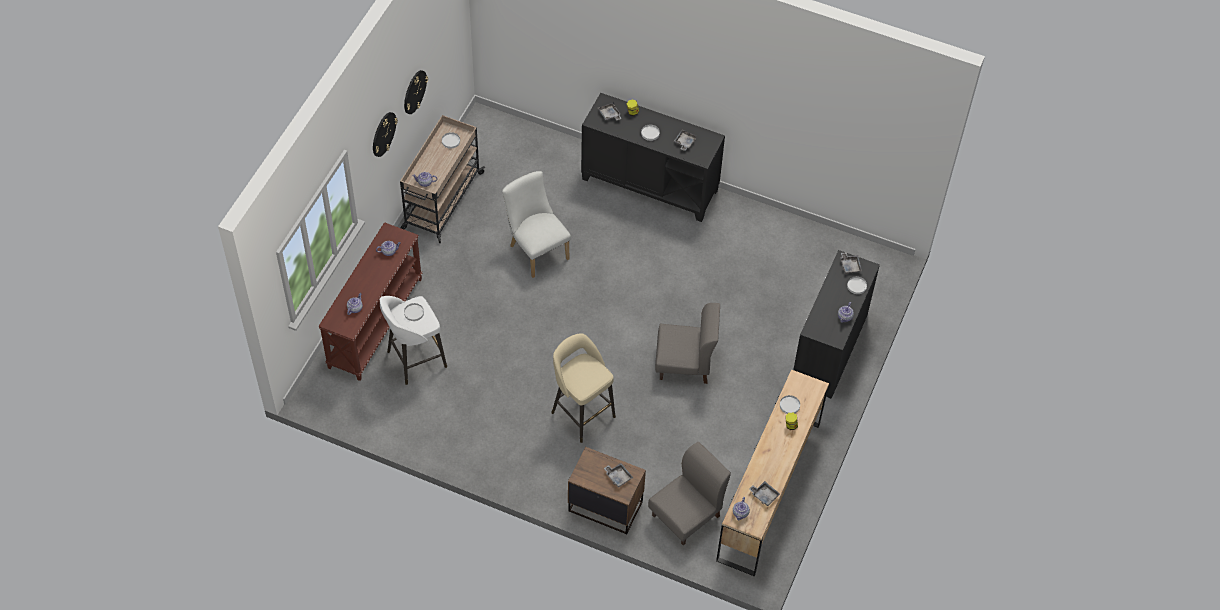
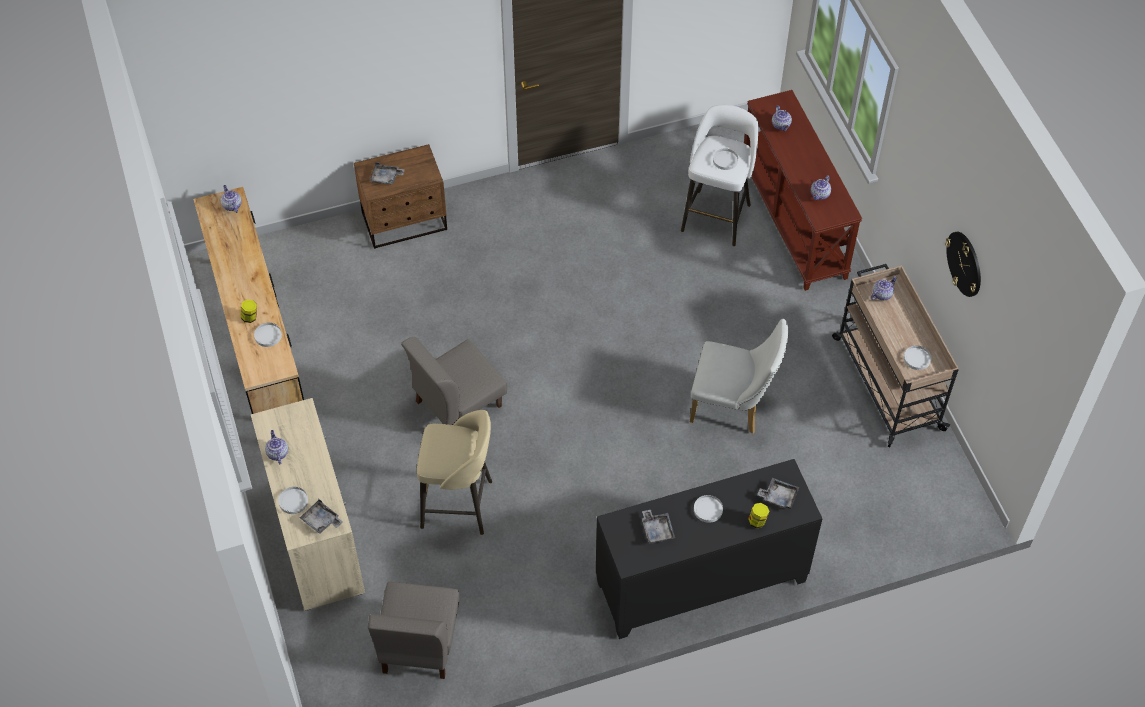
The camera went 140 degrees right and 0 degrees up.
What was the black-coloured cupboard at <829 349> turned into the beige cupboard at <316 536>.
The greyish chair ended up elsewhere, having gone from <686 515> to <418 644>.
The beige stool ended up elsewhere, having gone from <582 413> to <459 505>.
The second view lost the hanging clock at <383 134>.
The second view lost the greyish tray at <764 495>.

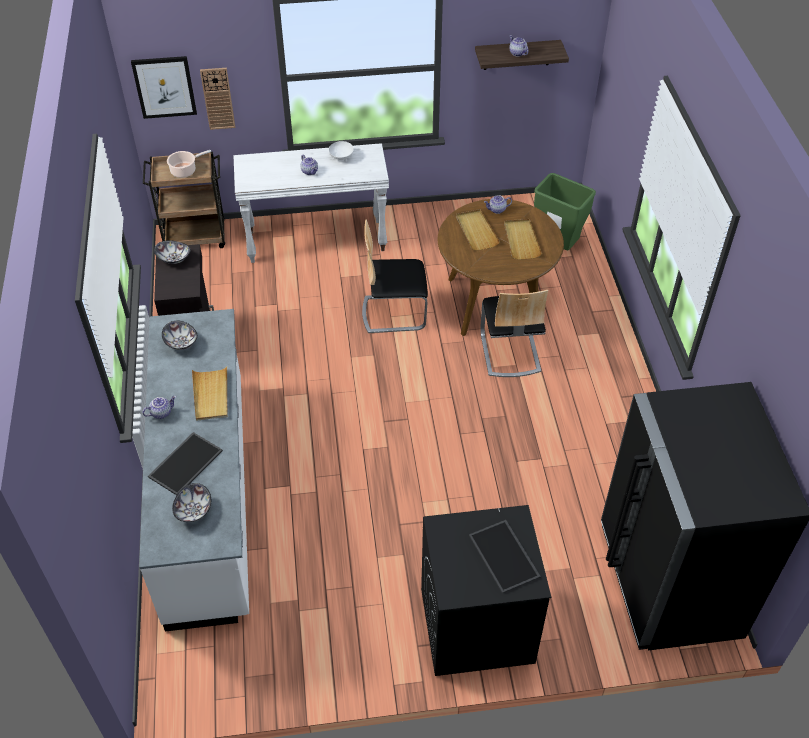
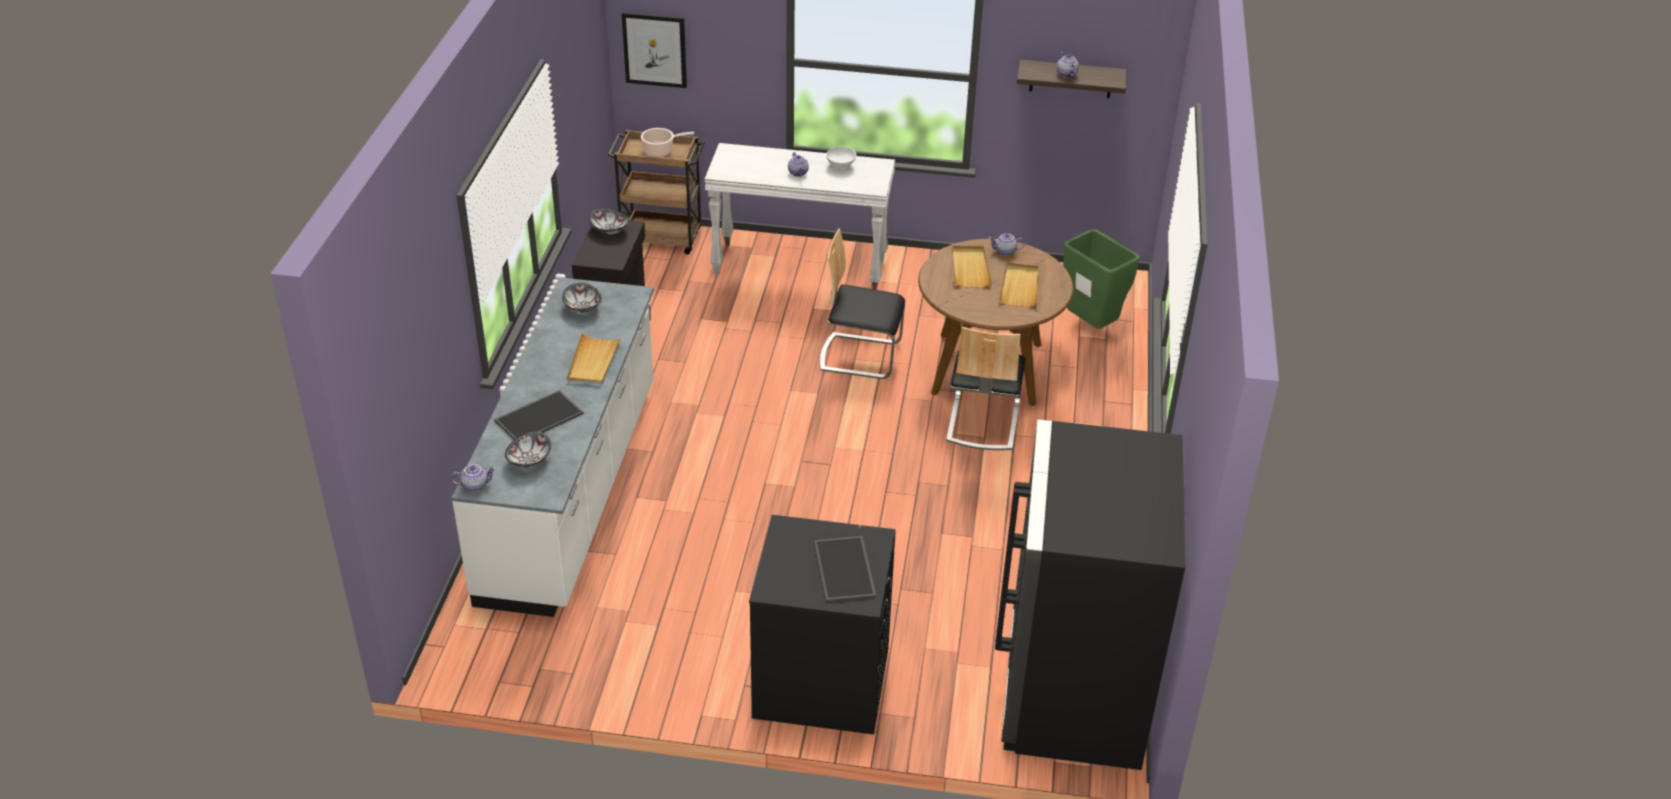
The camera went 15 degrees right and 10 degrees down.
The teapot ended up elsewhere, having gone from <161 412> to <475 485>.
The second view lost the hanging clock at <218 98>.

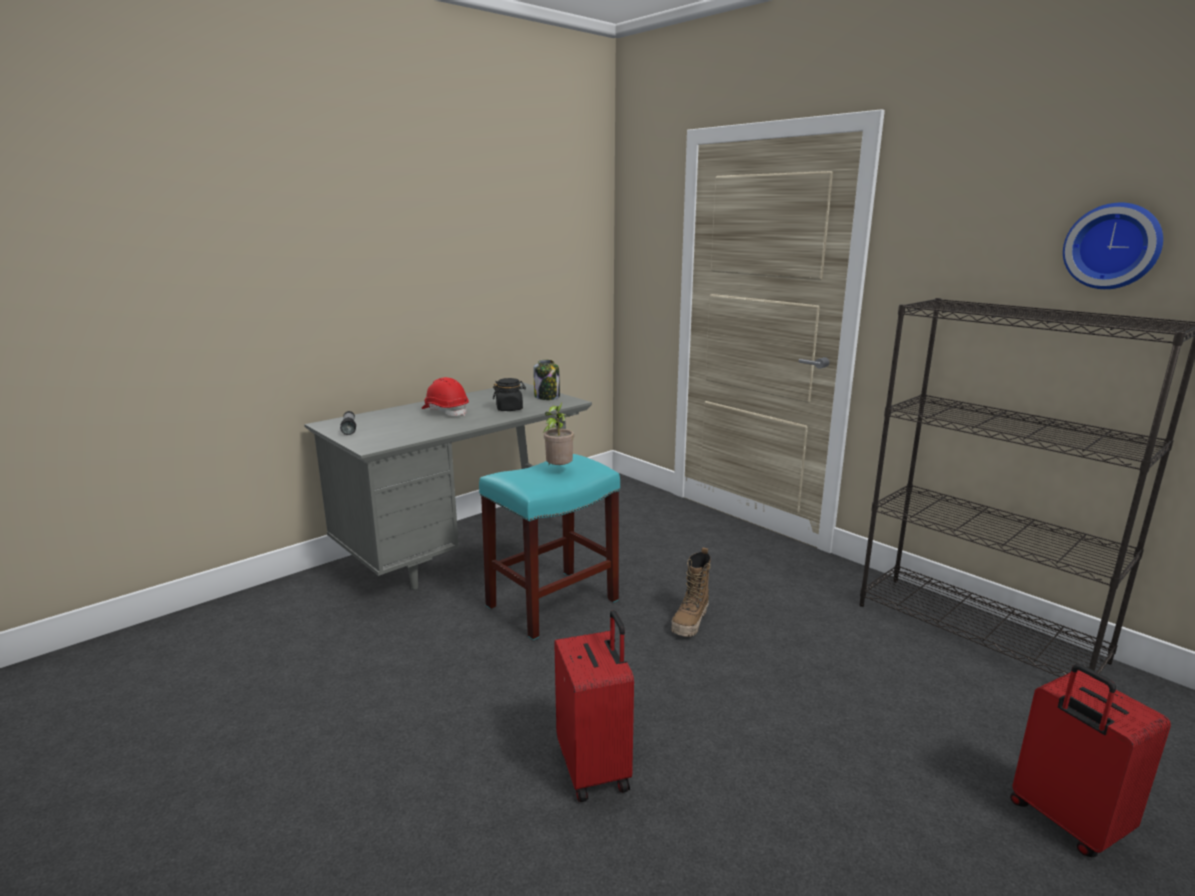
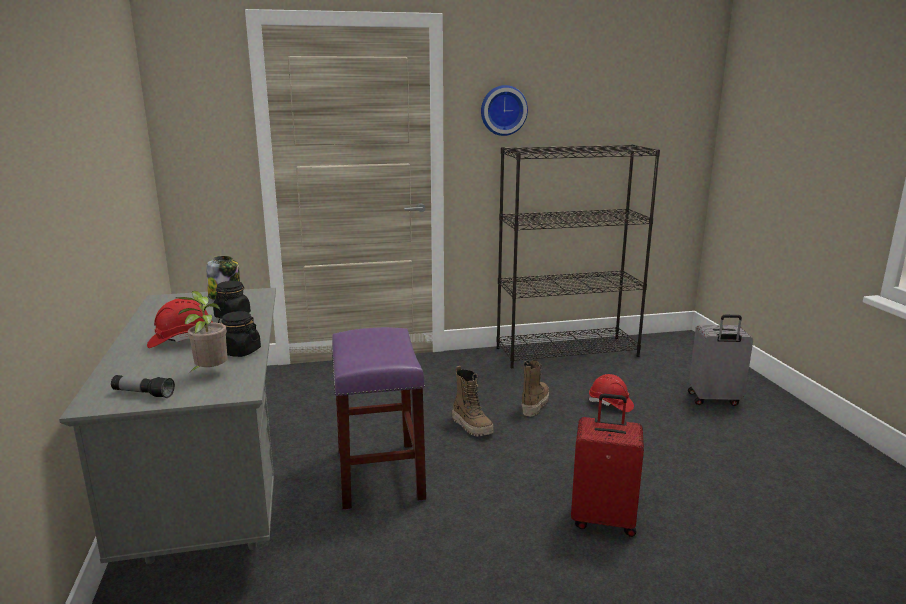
The camera went 60 degrees left and 0 degrees up.
The houseplant ended up elsewhere, having gone from <558 470> to <210 373>.
The second view gained the black-coloured jar at <240 351>.
What was the turquoise stool at <552 604> turned into the purple-coloured stool at <380 475>.
The hanging clock ended up elsewhere, having gone from <1113 246> to <503 110>.
The second view gained the tall boot at <534 404>.
The second view gained the reddish work helmet at <610 404>.
What was the reddish travel case at <1065 822> turned into the greyish travel case at <714 399>.

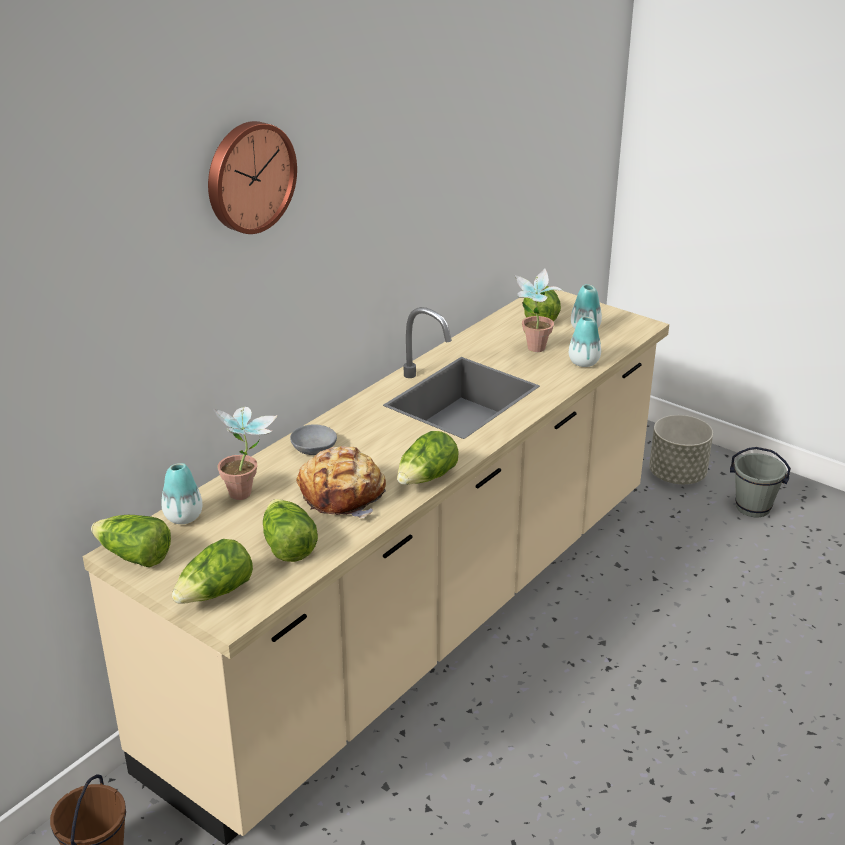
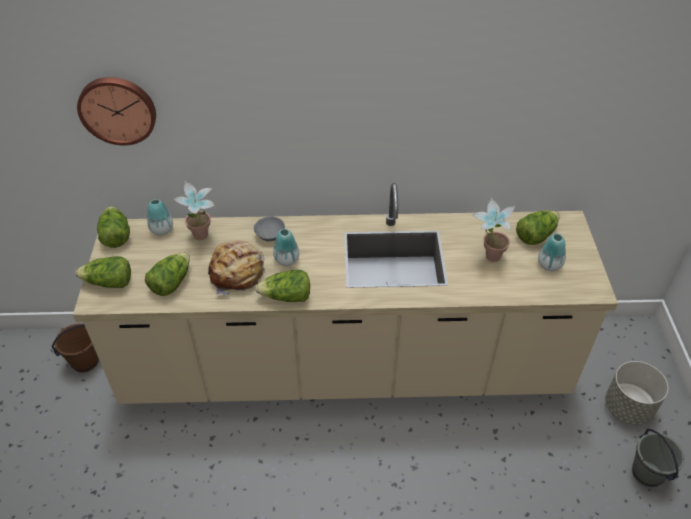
The camera went 50 degrees right and 15 degrees up.
The hanging clock ended up elsewhere, having gone from <248 176> to <118 109>.
The vase ended up elsewhere, having gone from <583 362> to <286 260>.

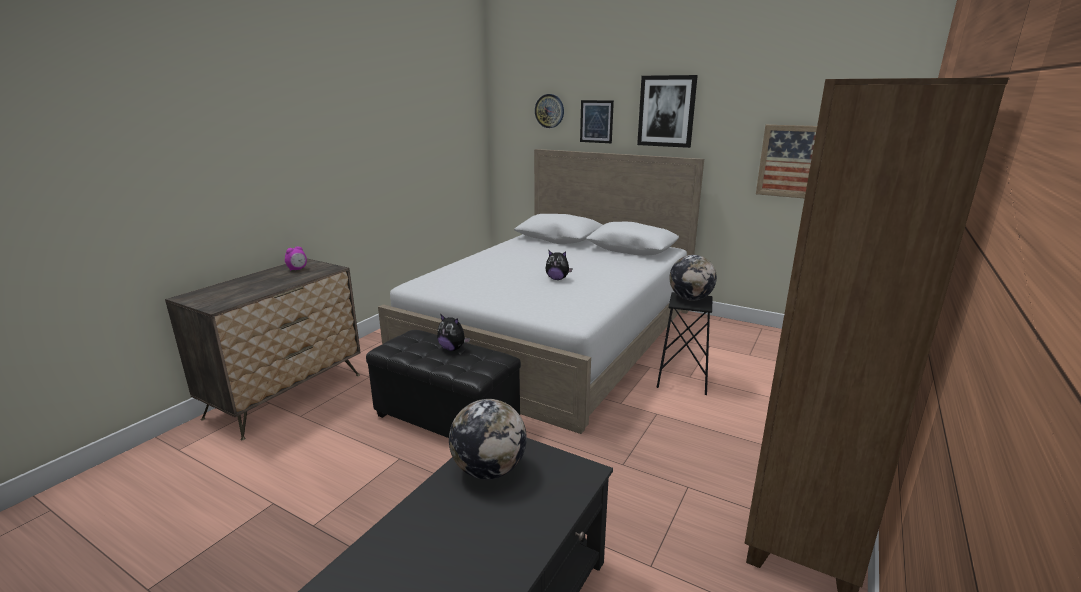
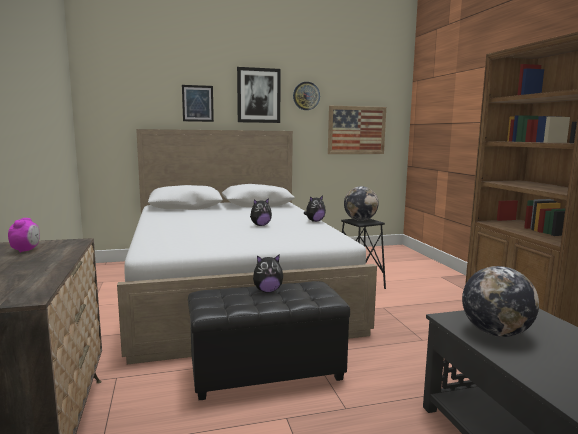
The camera went 45 degrees left and 10 degrees down.
The hanging clock ended up elsewhere, having gone from <549 111> to <306 96>.
The second view gained the soft toy at <314 221>.

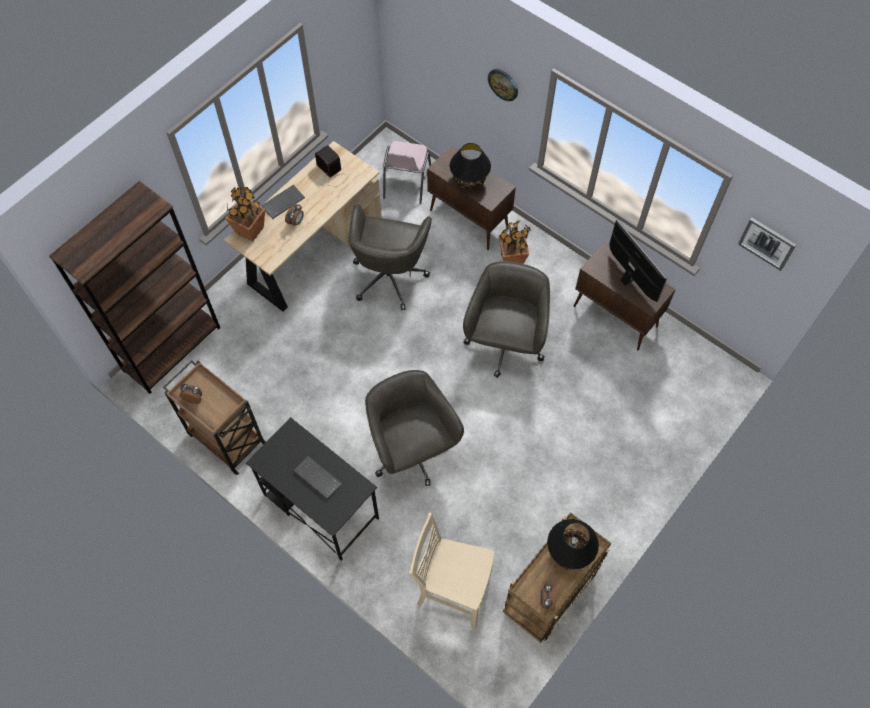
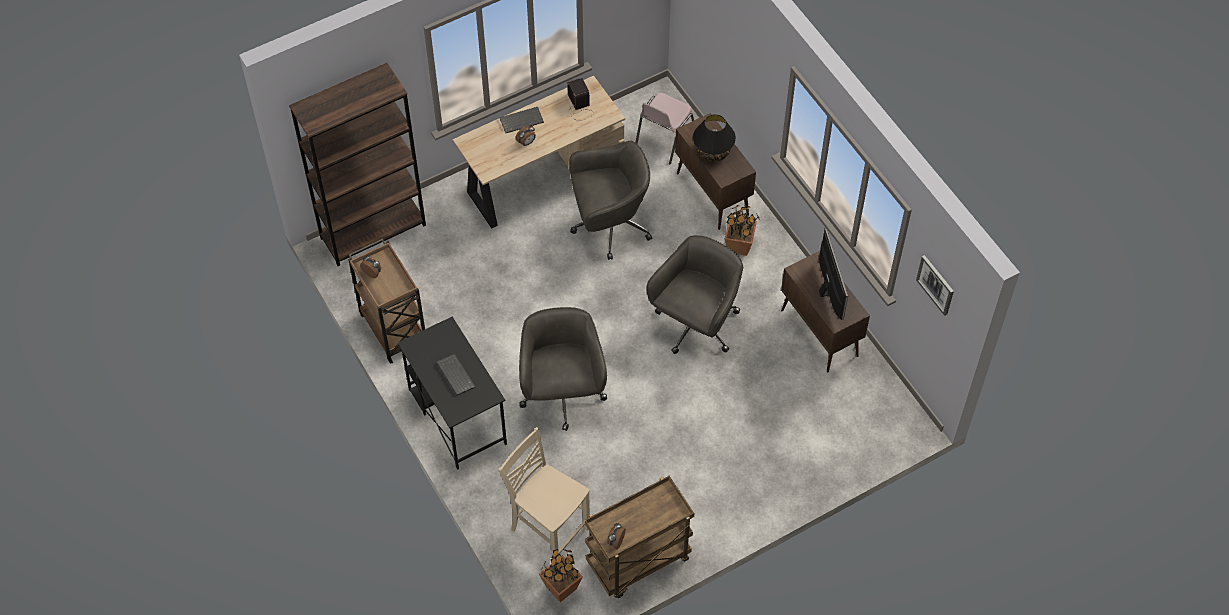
The camera went 20 degrees right and 5 degrees down.
The houseplant ended up elsewhere, having gone from <250 230> to <561 588>.
The greyish office chair at <389 275> ended up facing another way, 135 degrees counterclockwise from before.
The second view lost the hanging clock at <503 84>.
The second view lost the black-coloured lamp for a table at <569 551>.

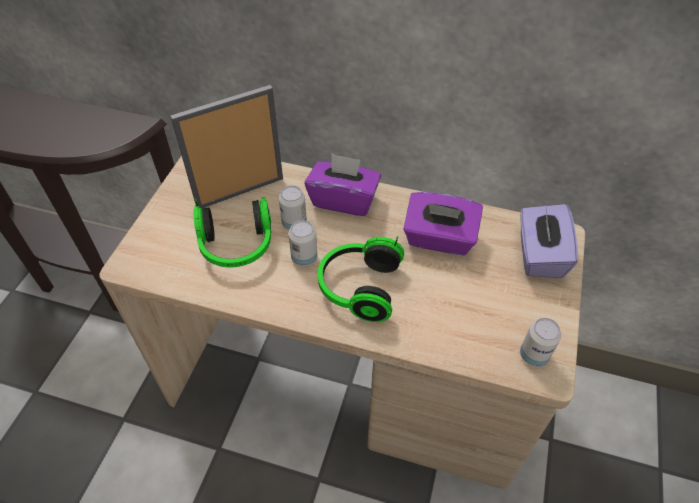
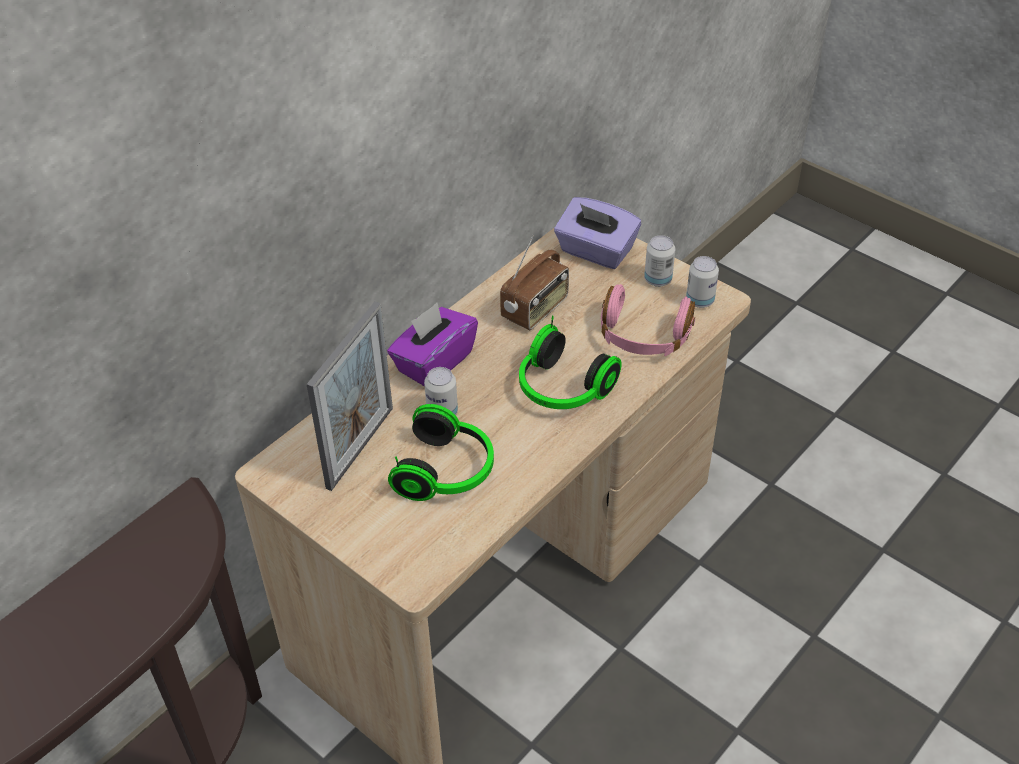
The camera went 65 degrees left and 5 degrees down.
The picture frame at <240 192> ended up facing another way, 150 degrees counterclockwise from before.
Where the purple-coloured box of tissues stood at <439 239>, the radio receiver came to stand at <535 310>.
The second view gained the pink headset at <643 337>.
The sealed can ended up elsewhere, having gone from <304 258> to <658 280>.

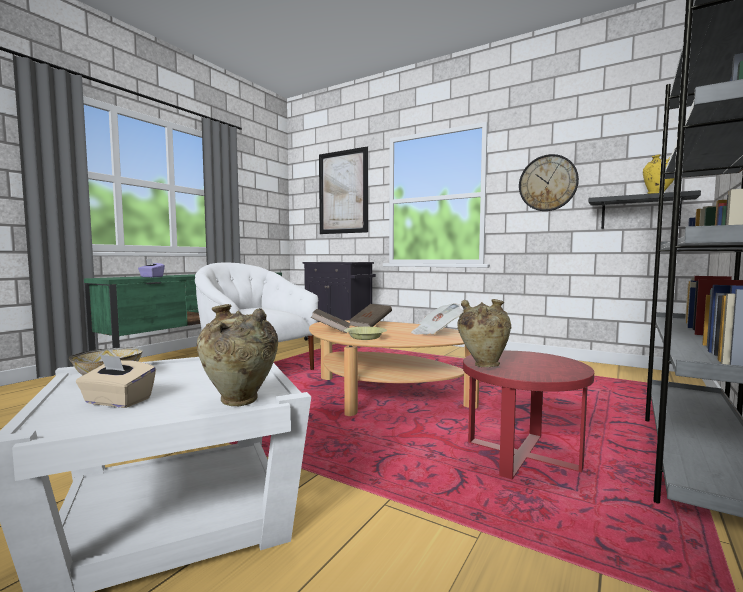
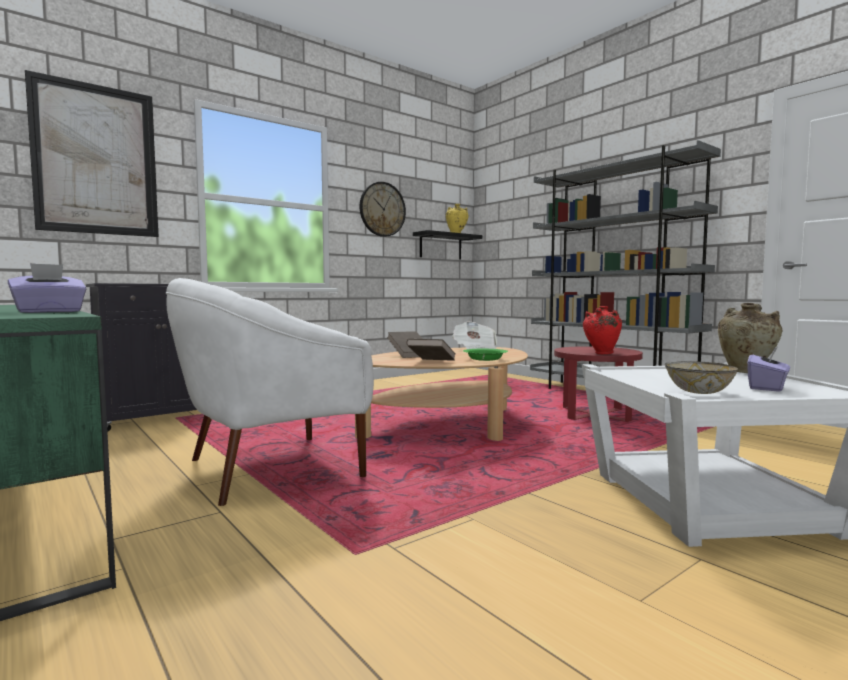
The camera went 70 degrees left and 0 degrees up.
What was the yellowish bowl at <365 338> turned into the green-coloured bowl at <485 359>.
What was the beige vase at <483 365> turned into the reddish vase at <601 353>.
What was the beige box of tissues at <117 401> turned into the purple-coloured box of tissues at <767 387>.

